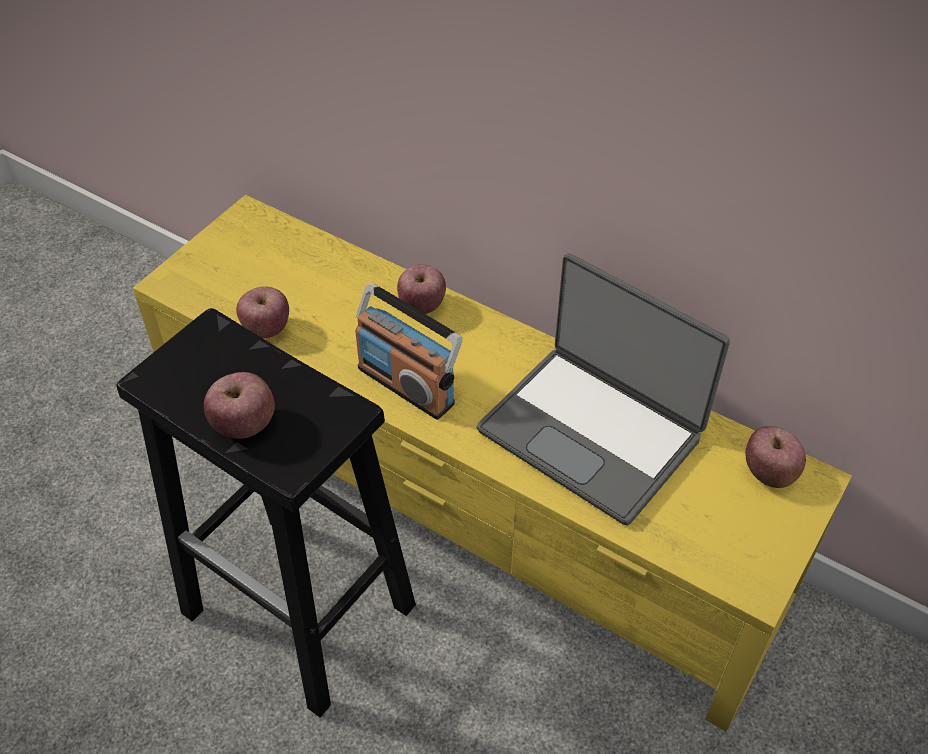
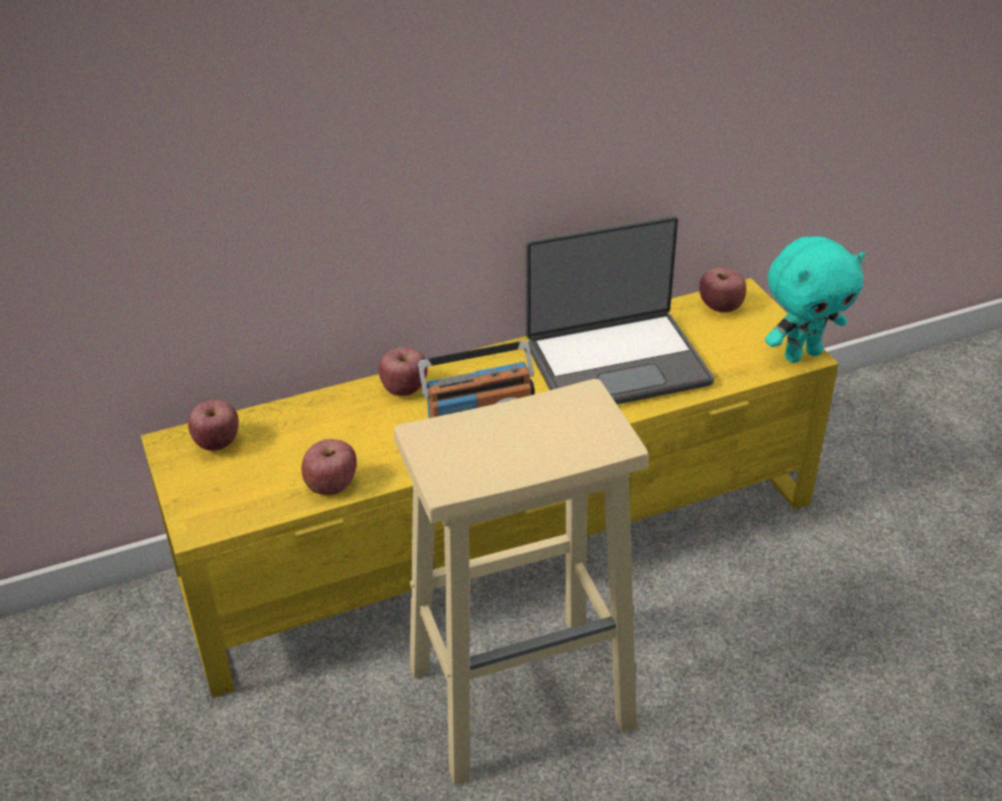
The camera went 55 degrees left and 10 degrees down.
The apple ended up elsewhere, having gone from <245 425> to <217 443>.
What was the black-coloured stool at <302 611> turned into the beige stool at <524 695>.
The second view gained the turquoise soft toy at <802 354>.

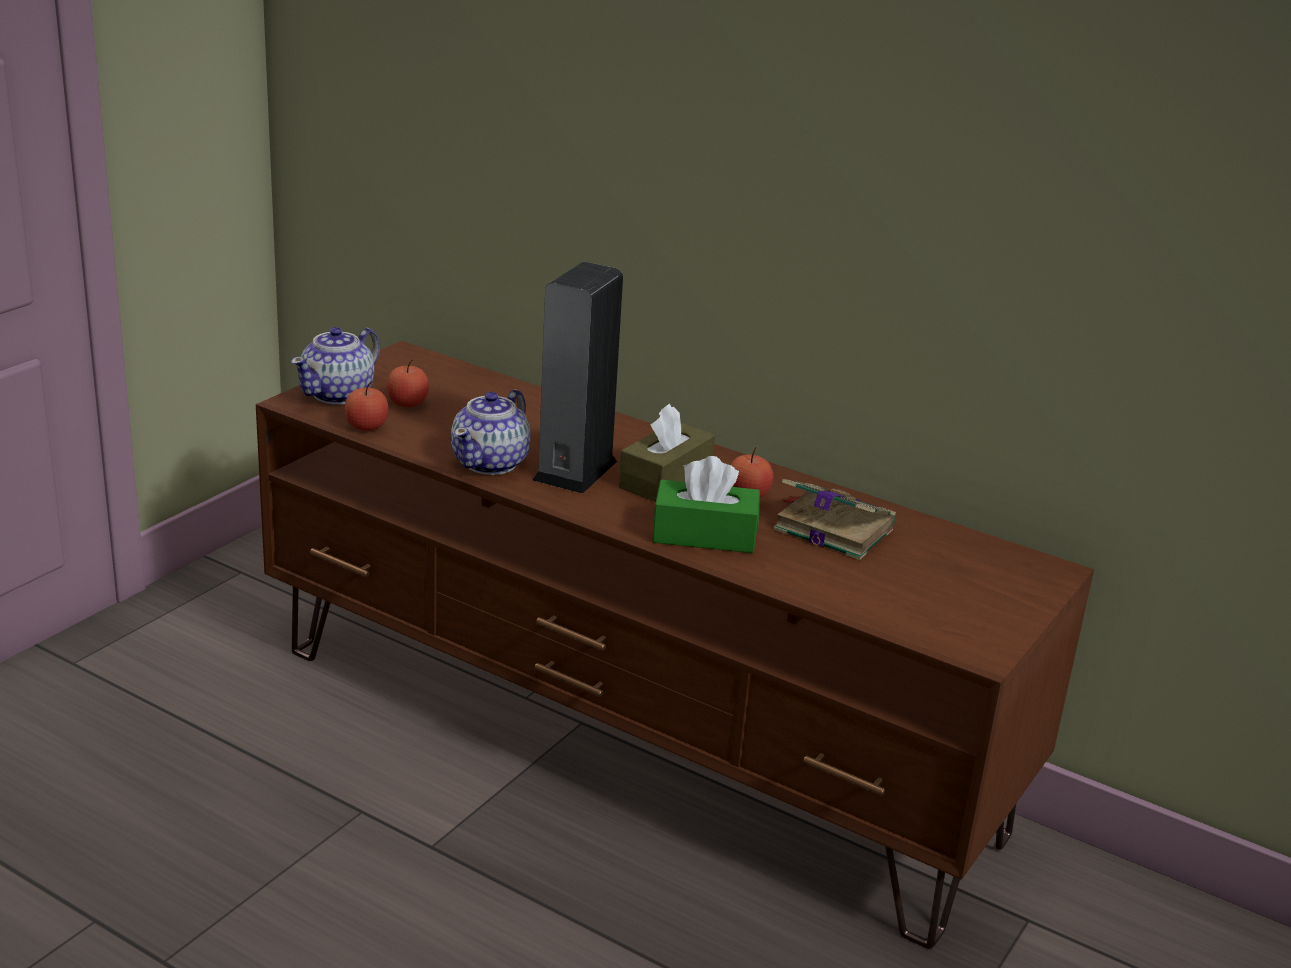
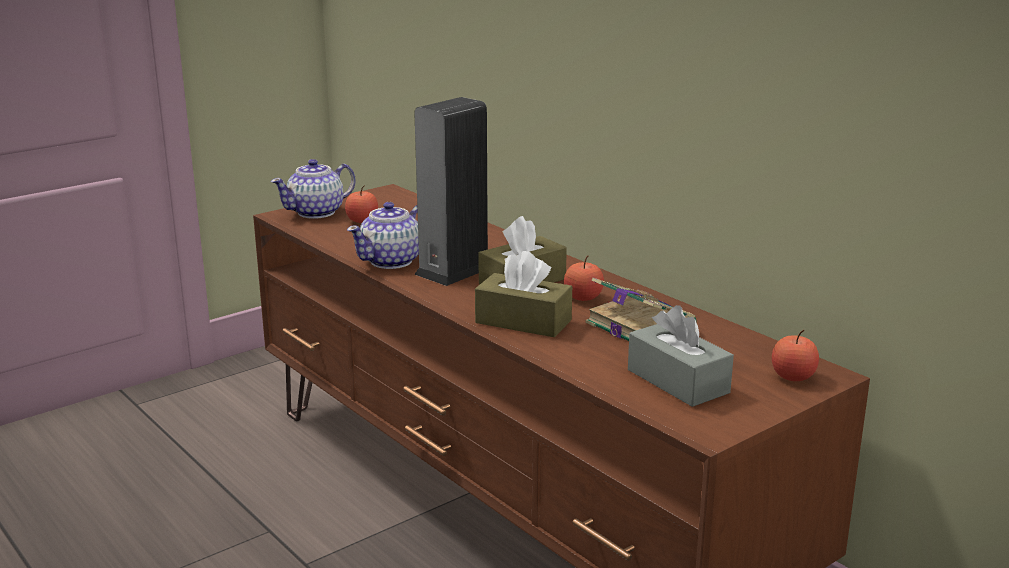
The camera went 20 degrees right and 5 degrees down.
What was the green-coloured box of tissues at <704 535> turned into the brownish box of tissues at <523 321>.
The second view gained the greyish box of tissues at <677 381>.
The apple ended up elsewhere, having gone from <366 426> to <793 377>.

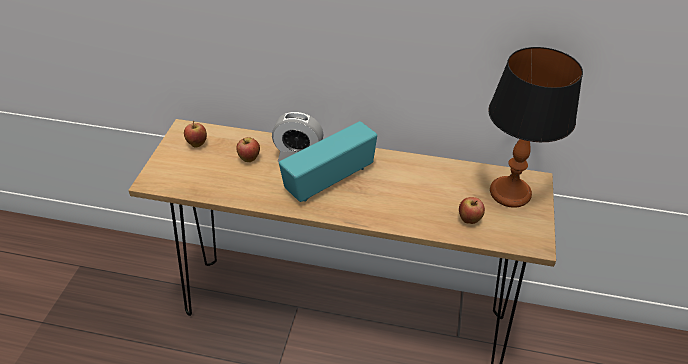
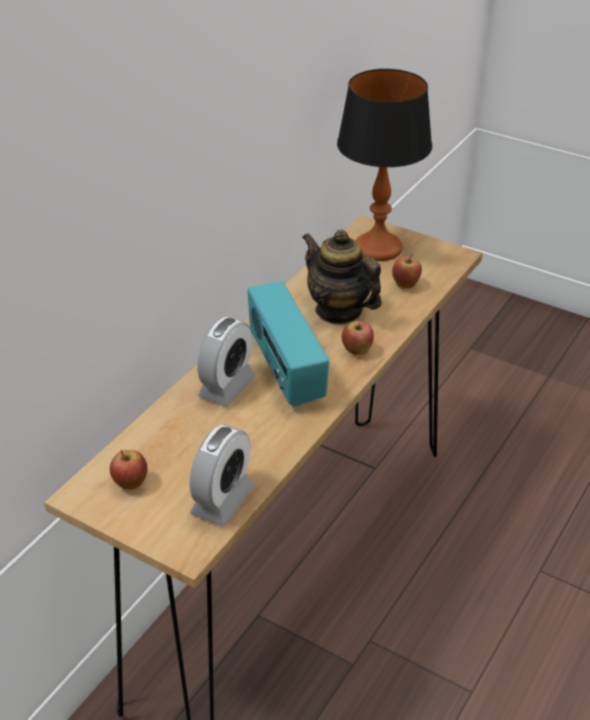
The camera went 70 degrees left and 5 degrees down.
The second view gained the alarm clock at <222 501>.
The second view gained the teapot at <339 311>.
The apple ended up elsewhere, having gone from <249 159> to <357 351>.

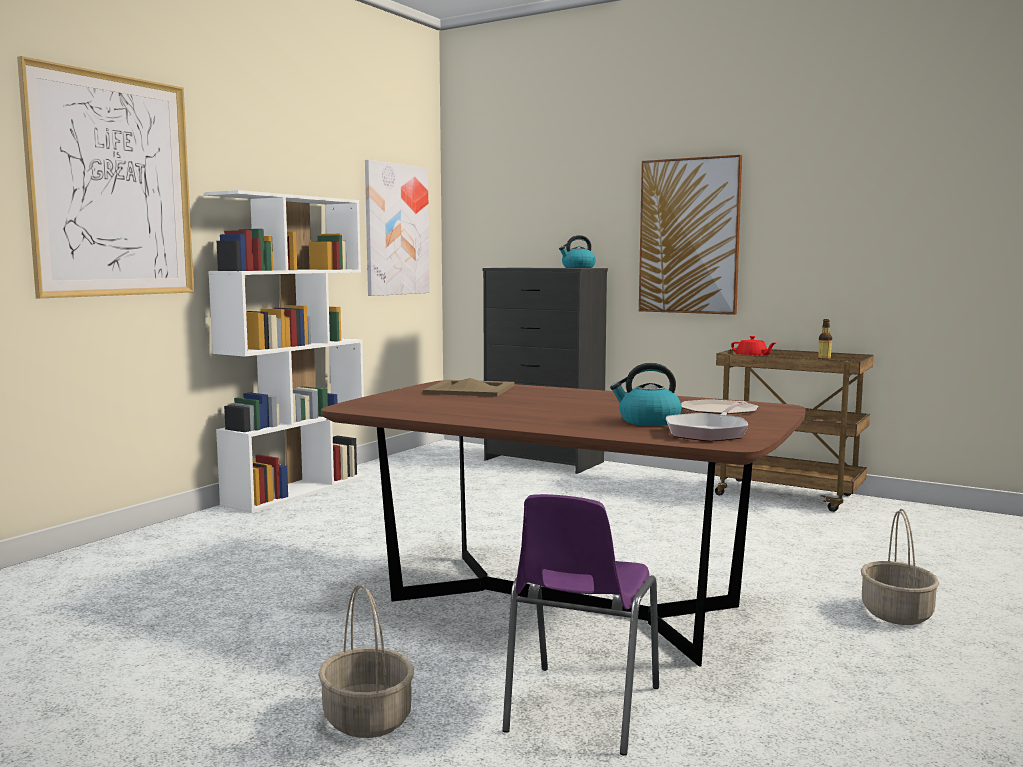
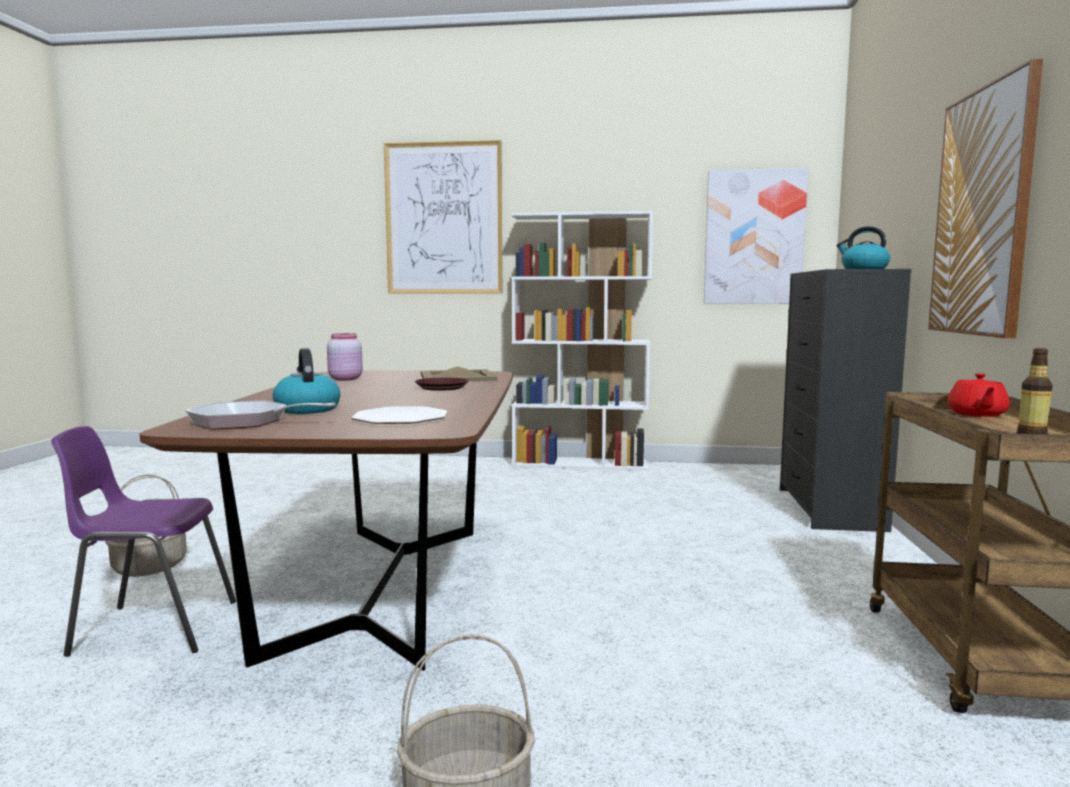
The camera went 65 degrees right and 0 degrees up.
The second view gained the pink jar at <344 379>.
The second view gained the brownish plate at <442 388>.

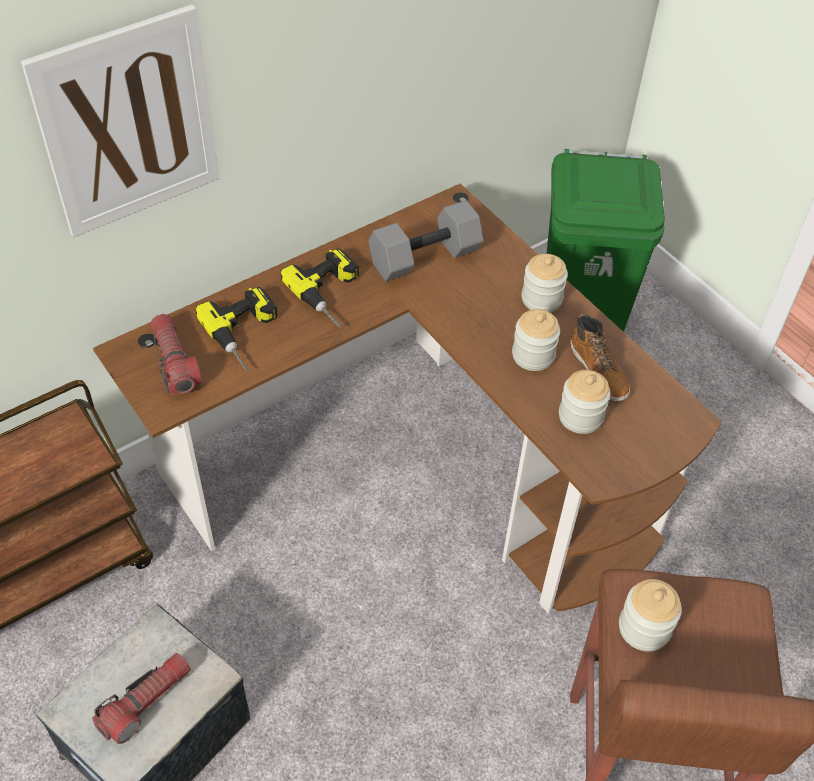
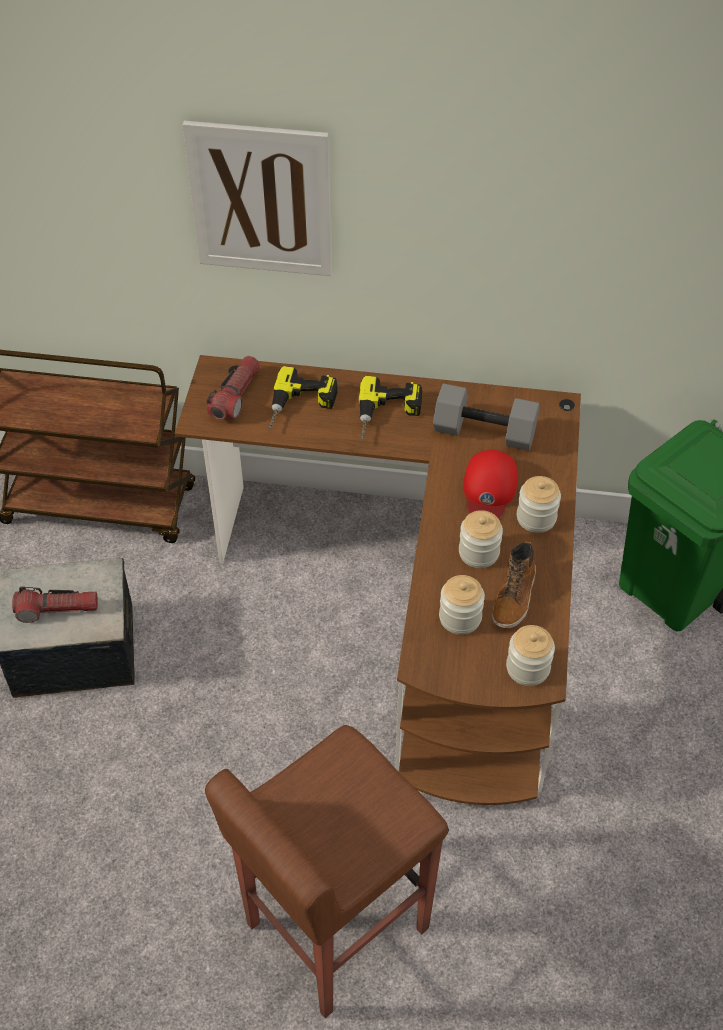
The camera went 45 degrees right and 0 degrees up.
The second view gained the reddish peaked cap at <489 489>.
The jar ended up elsewhere, having gone from <644 628> to <527 668>.

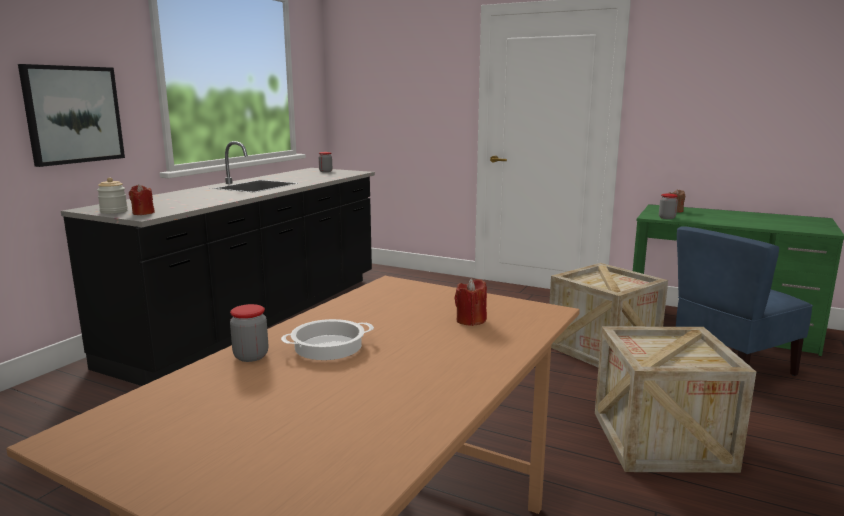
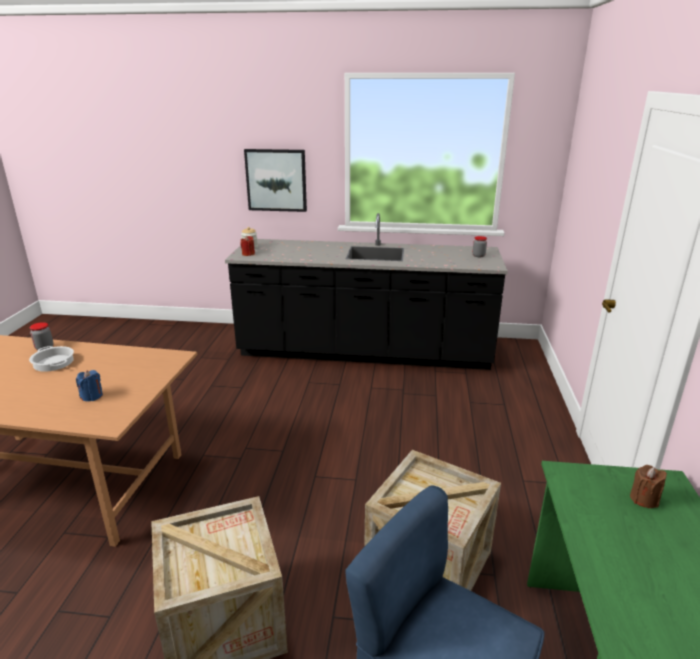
The camera went 70 degrees right and 10 degrees up.
What was the reddish wax candle at <471 320> turned into the bluish wax candle at <92 396>.
The second view lost the jar at <667 218>.

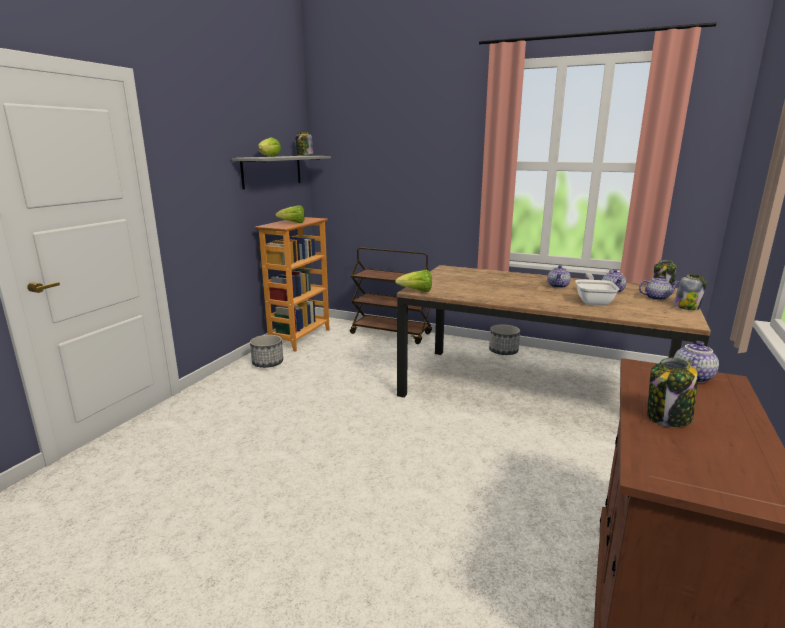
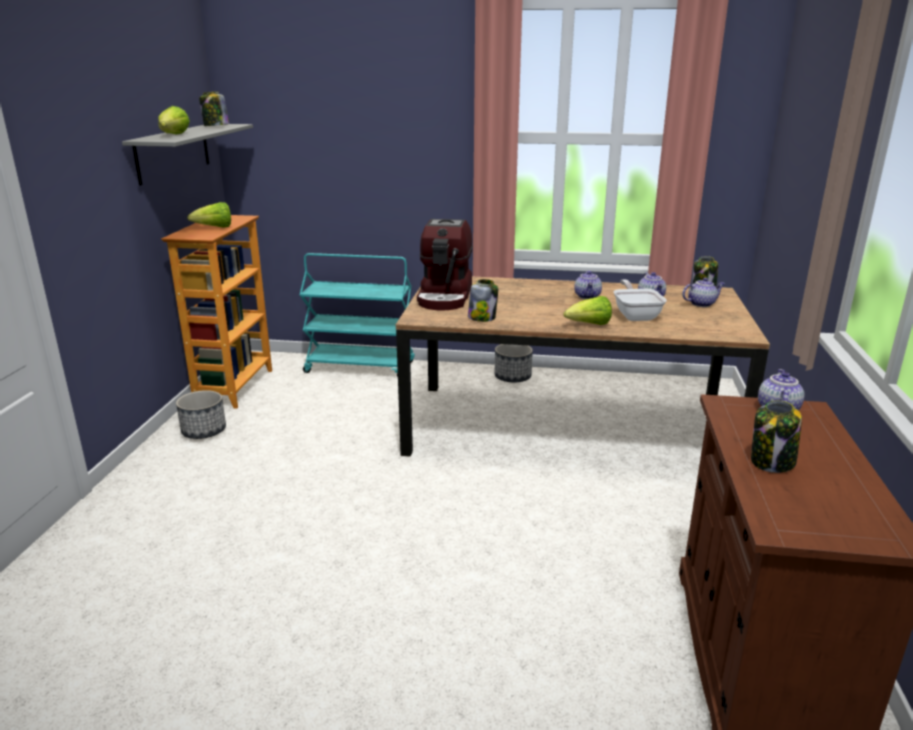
The camera went 15 degrees left and 5 degrees up.
What was the brownish trolley at <391 333> turned into the turquoise trolley at <361 367>.
The second view gained the coffee machine at <445 297>.
The jar ended up elsewhere, having gone from <686 307> to <482 318>.
The lettuce ended up elsewhere, having gone from <416 291> to <589 325>.

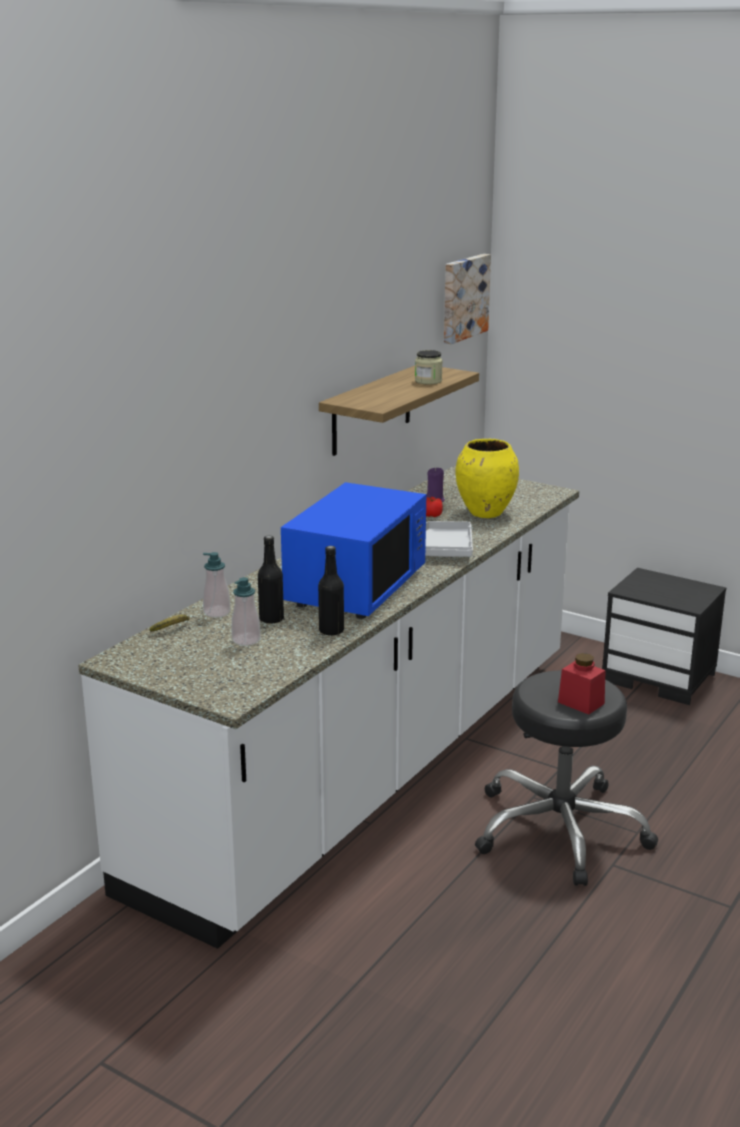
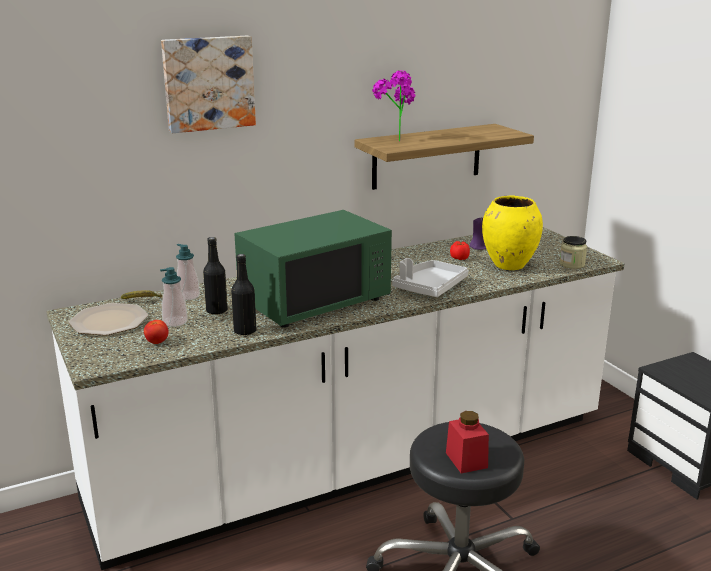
The camera went 30 degrees right and 0 degrees up.
The second view gained the plate at <110 321>.
The second view gained the fresh tomato at <157 342>.
The wall art ended up elsewhere, having gone from <463 297> to <208 83>.
What was the bluish microwave oven at <355 587> turned into the green-coloured microwave oven at <315 301>.
The second view gained the houseplant at <394 139>.
The jar ended up elsewhere, having gone from <428 381> to <572 264>.

